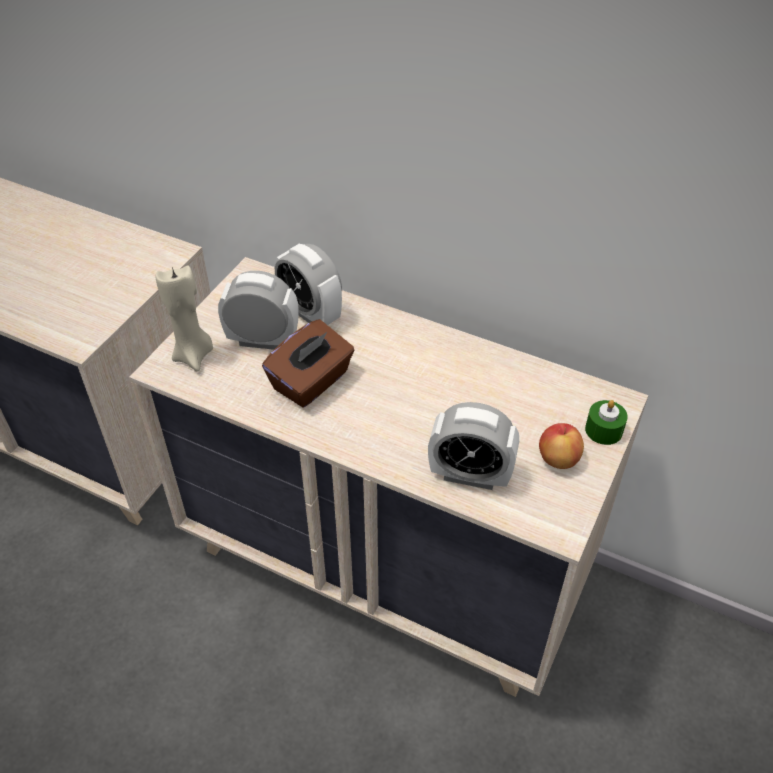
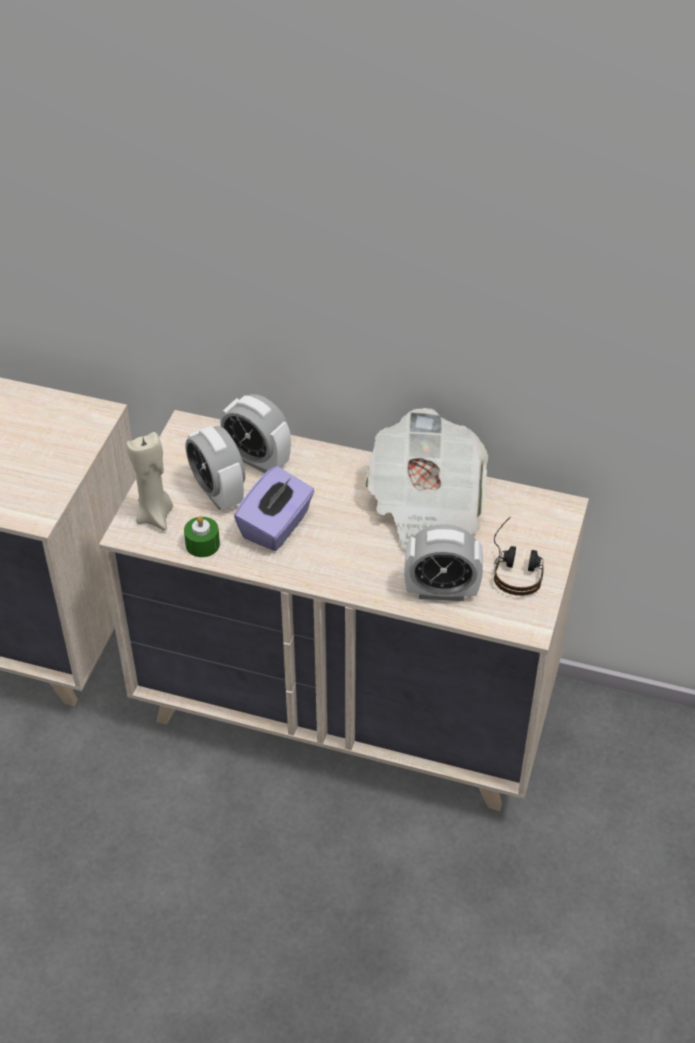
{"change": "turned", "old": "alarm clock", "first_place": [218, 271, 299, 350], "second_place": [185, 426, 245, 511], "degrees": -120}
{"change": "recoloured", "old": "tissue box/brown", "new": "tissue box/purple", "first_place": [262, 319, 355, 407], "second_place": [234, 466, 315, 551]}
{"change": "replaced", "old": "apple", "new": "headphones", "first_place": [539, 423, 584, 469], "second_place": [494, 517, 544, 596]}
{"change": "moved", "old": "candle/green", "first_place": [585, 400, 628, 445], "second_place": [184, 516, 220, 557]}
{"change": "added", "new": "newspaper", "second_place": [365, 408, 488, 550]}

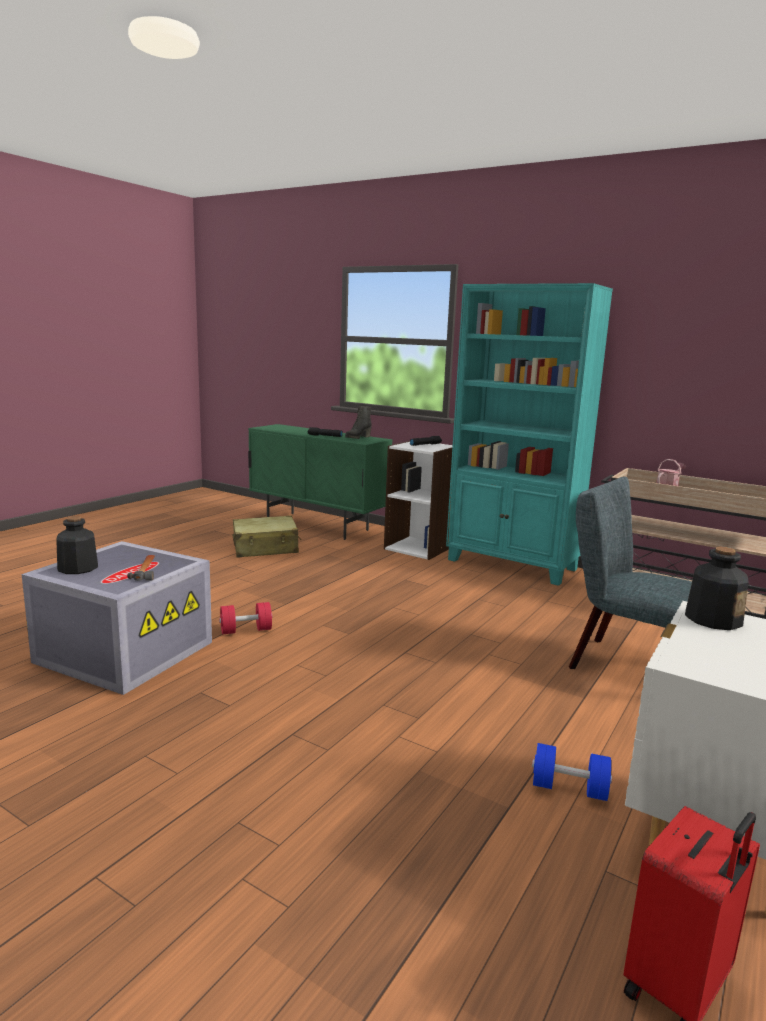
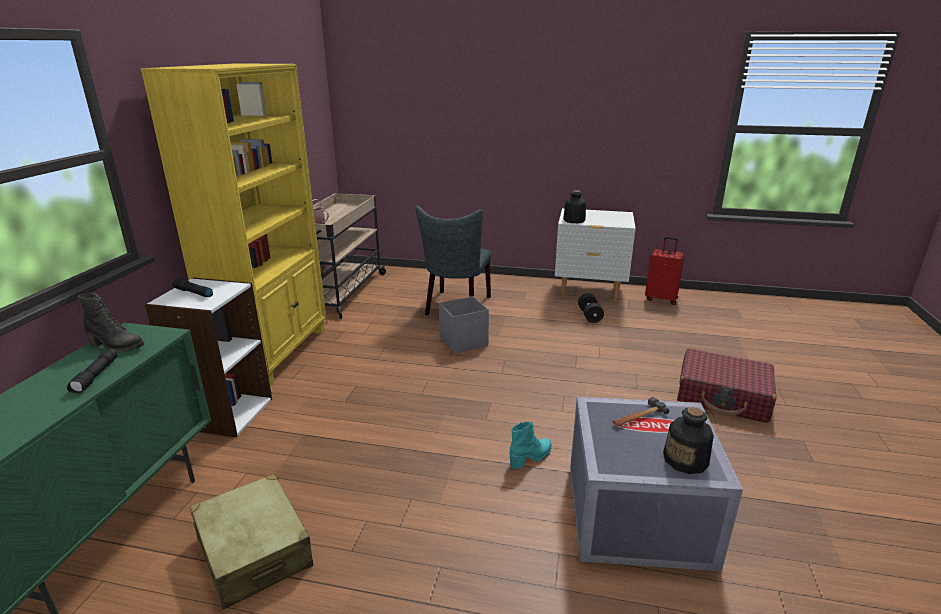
{"change": "replaced", "old": "dumbbell/red", "new": "boot/turquoise", "first_place": [219, 602, 272, 634], "second_place": [509, 422, 552, 469]}
{"change": "recoloured", "old": "bookcase/turquoise", "new": "bookcase/yellow", "first_place": [446, 283, 613, 586], "second_place": [140, 63, 326, 387]}
{"change": "recoloured", "old": "dumbbell/blue", "new": "dumbbell/black", "first_place": [532, 743, 612, 801], "second_place": [578, 293, 604, 323]}
{"change": "added", "new": "storage box/grey", "second_place": [439, 296, 489, 353]}
{"change": "added", "new": "suitcase/red", "second_place": [677, 348, 776, 423]}

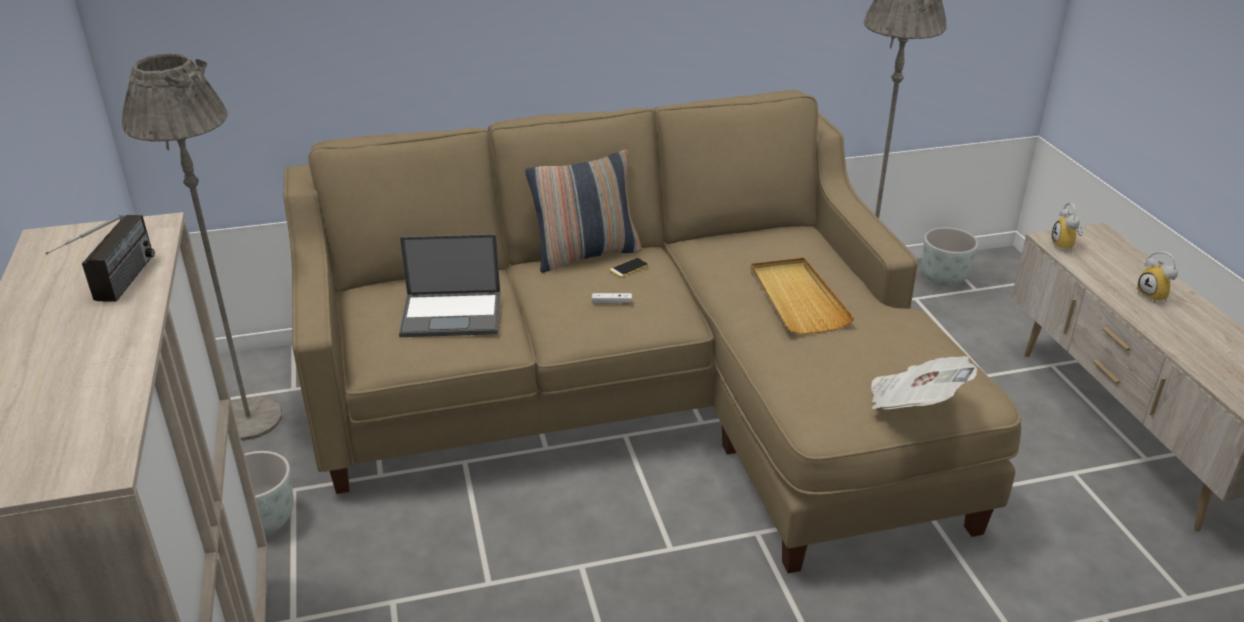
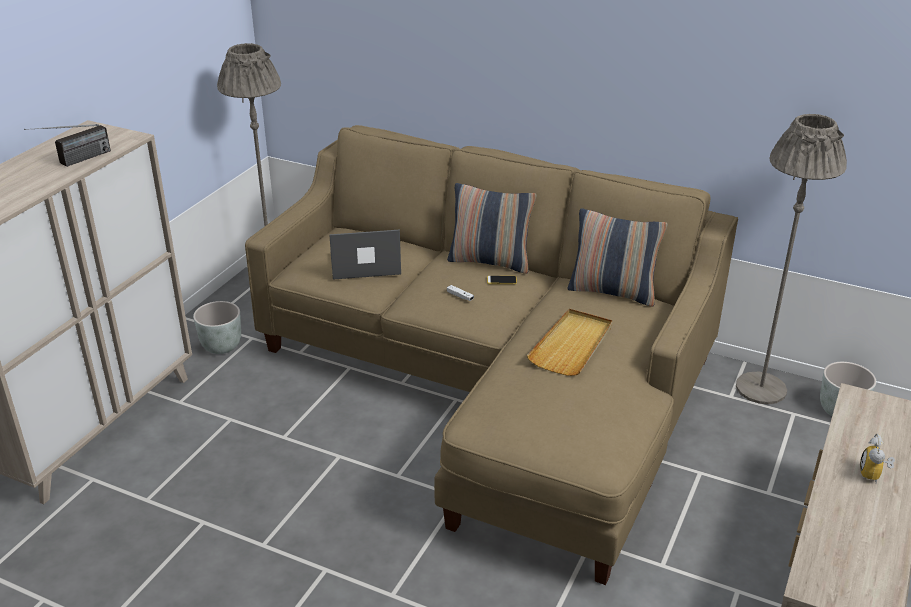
{"change": "turned", "old": "laptop", "first_place": [399, 234, 500, 337], "second_place": [329, 229, 401, 280], "degrees": 135}
{"change": "removed", "old": "newspaper", "first_place": [871, 356, 977, 409]}
{"change": "removed", "old": "alarm clock", "first_place": [1051, 203, 1085, 252]}
{"change": "added", "new": "pillow", "second_place": [567, 208, 667, 307]}

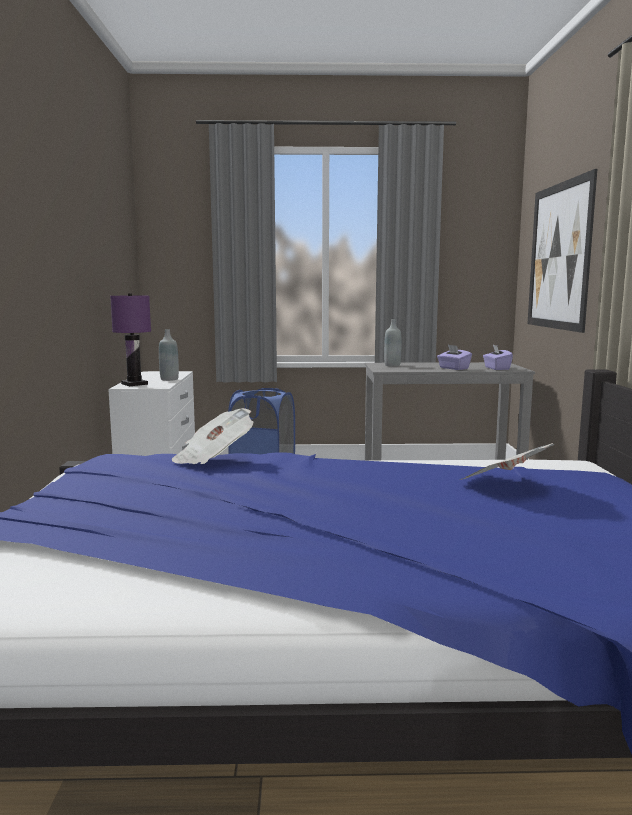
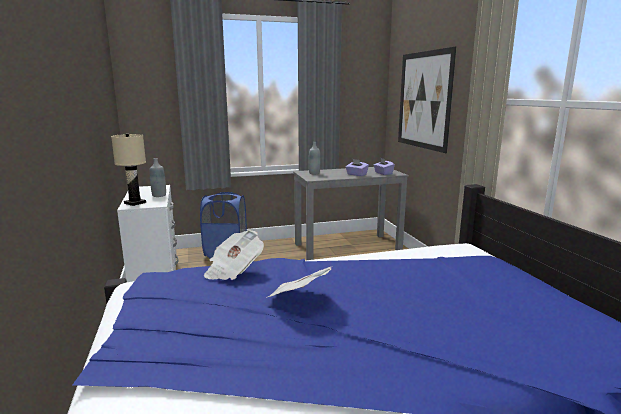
{"change": "recoloured", "old": "table lamp/purple", "new": "table lamp/beige", "first_place": [110, 294, 151, 386], "second_place": [111, 134, 146, 206]}
{"change": "moved", "old": "newspaper", "first_place": [460, 443, 554, 480], "second_place": [266, 266, 332, 298]}

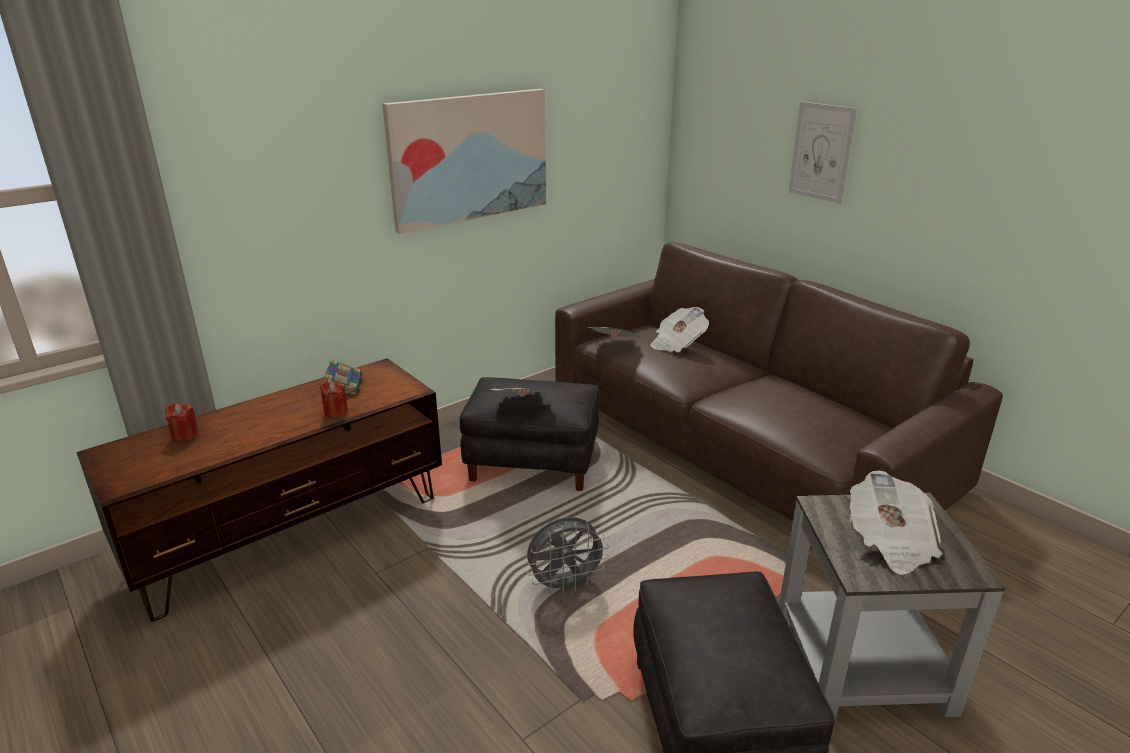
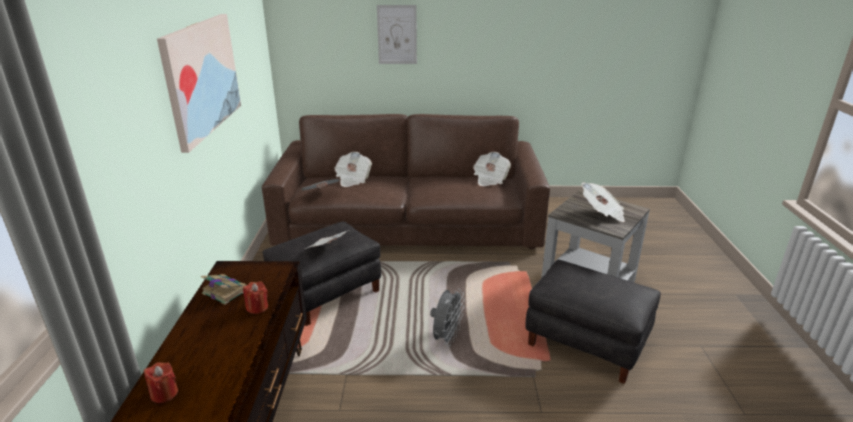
{"change": "added", "new": "newspaper", "second_place": [473, 152, 511, 186]}

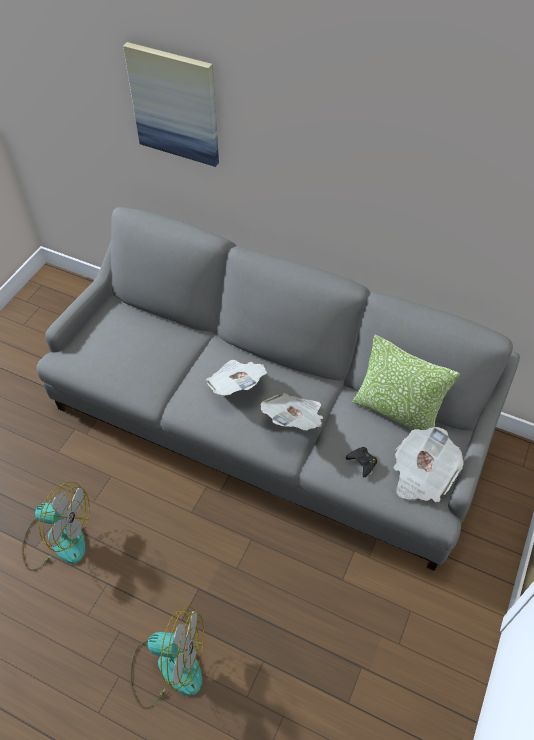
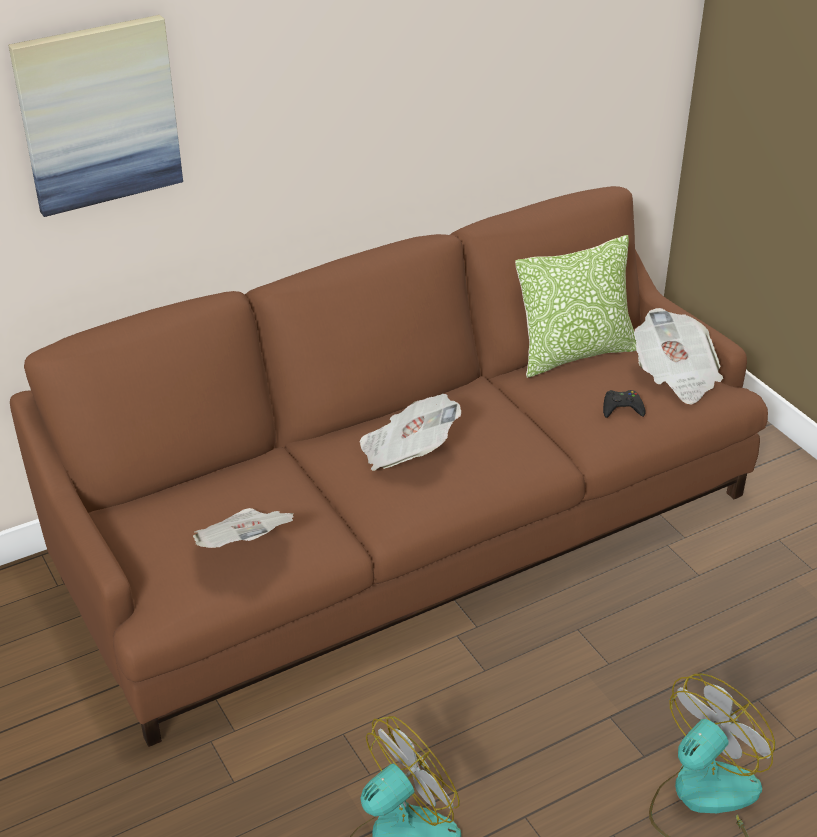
{"change": "recoloured", "old": "sofa/grey", "new": "sofa/brown", "first_place": [37, 207, 520, 571], "second_place": [10, 186, 768, 747]}
{"change": "moved", "old": "newspaper", "first_place": [261, 393, 323, 430], "second_place": [193, 508, 294, 548]}

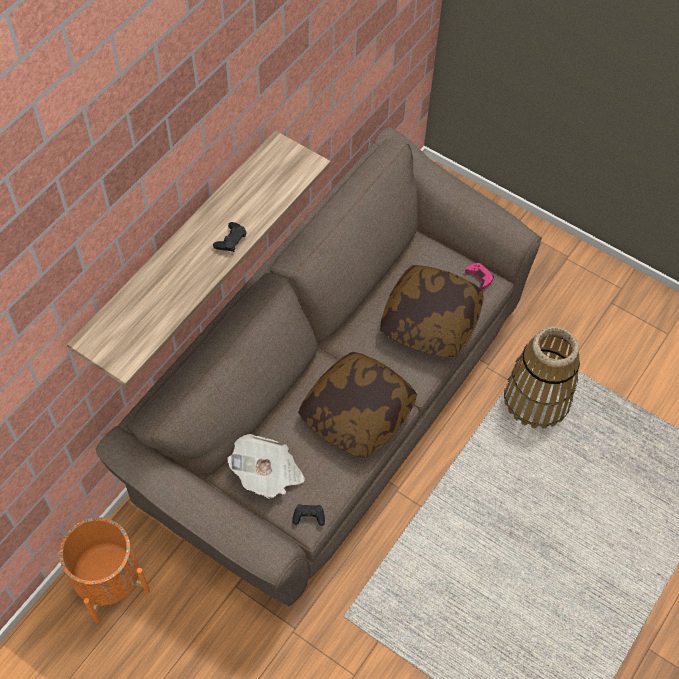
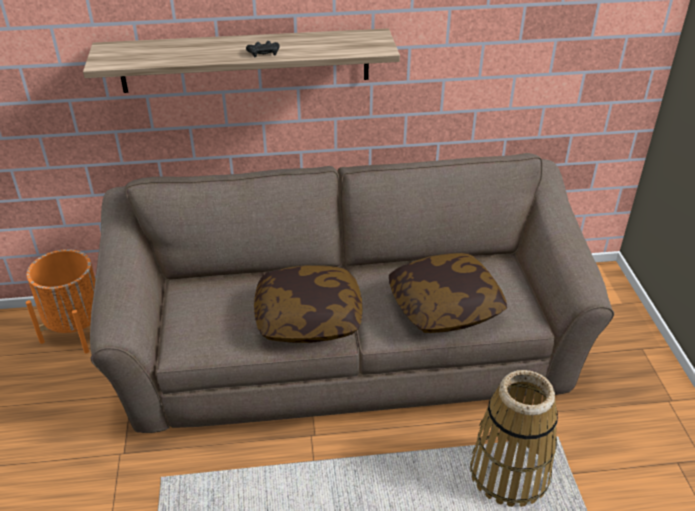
{"change": "removed", "old": "newspaper", "first_place": [227, 434, 305, 499]}
{"change": "removed", "old": "game controller/black", "first_place": [292, 504, 325, 526]}
{"change": "removed", "old": "game controller/pink", "first_place": [465, 263, 494, 289]}

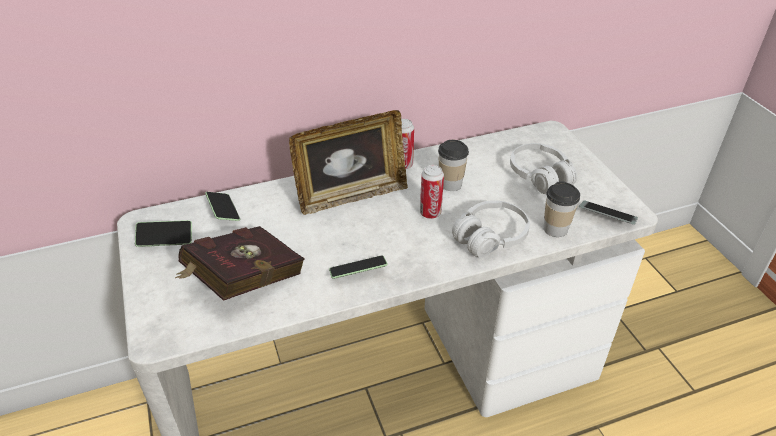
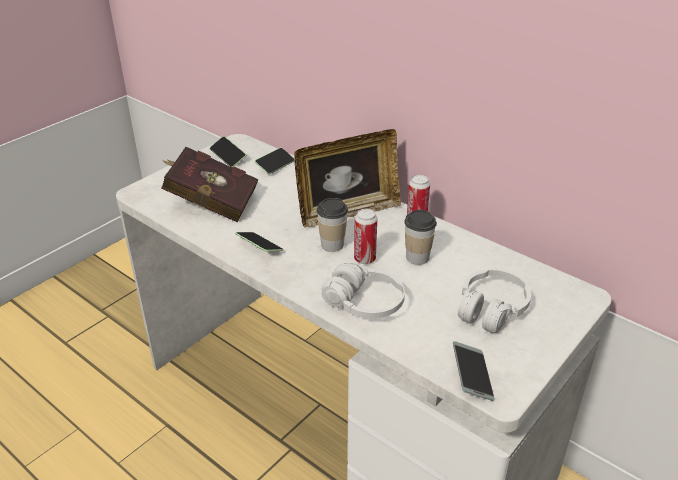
{"change": "turned", "old": "picture frame", "first_place": [289, 110, 408, 215], "second_place": [294, 129, 401, 228], "degrees": -60}
{"change": "moved", "old": "cup", "first_place": [543, 181, 580, 237], "second_place": [317, 198, 348, 252]}

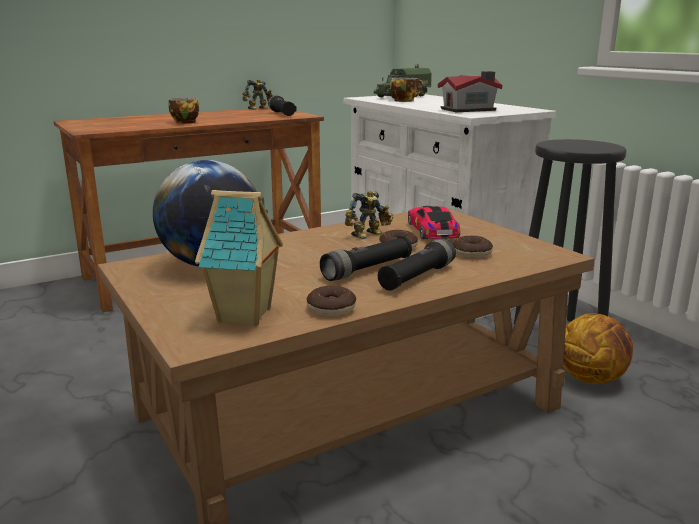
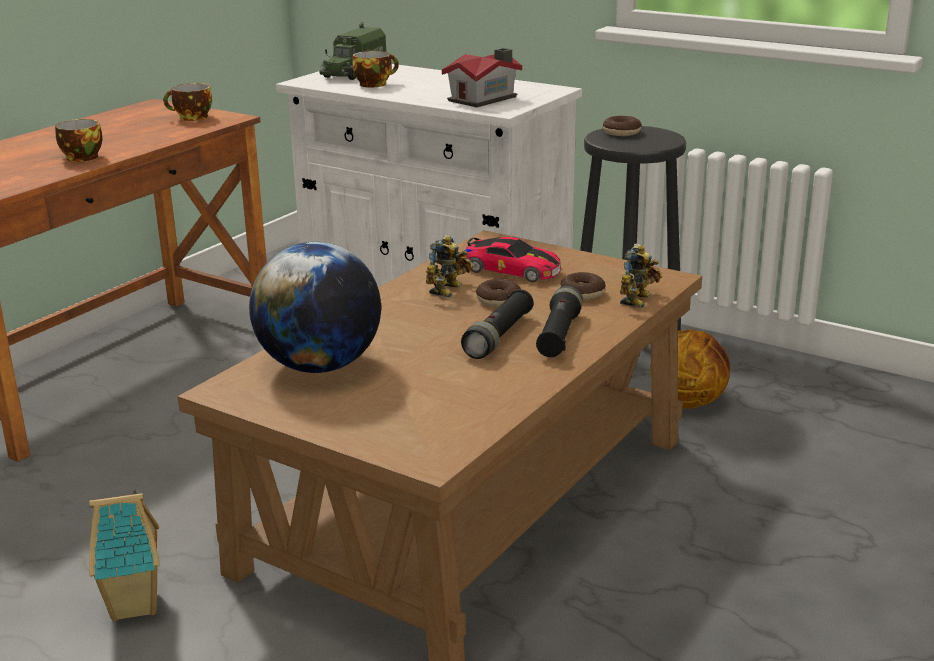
{"change": "moved", "old": "toy house", "first_place": [195, 190, 283, 326], "second_place": [89, 489, 160, 621]}
{"change": "moved", "old": "toy robot", "first_place": [243, 79, 274, 110], "second_place": [620, 243, 662, 308]}
{"change": "replaced", "old": "flashlight/black", "new": "cup", "first_place": [268, 95, 296, 116], "second_place": [163, 83, 212, 121]}
{"change": "moved", "old": "donut", "first_place": [307, 286, 356, 316], "second_place": [603, 116, 642, 136]}
{"change": "turned", "old": "toy car", "first_place": [408, 206, 460, 239], "second_place": [463, 237, 561, 283], "degrees": 150}

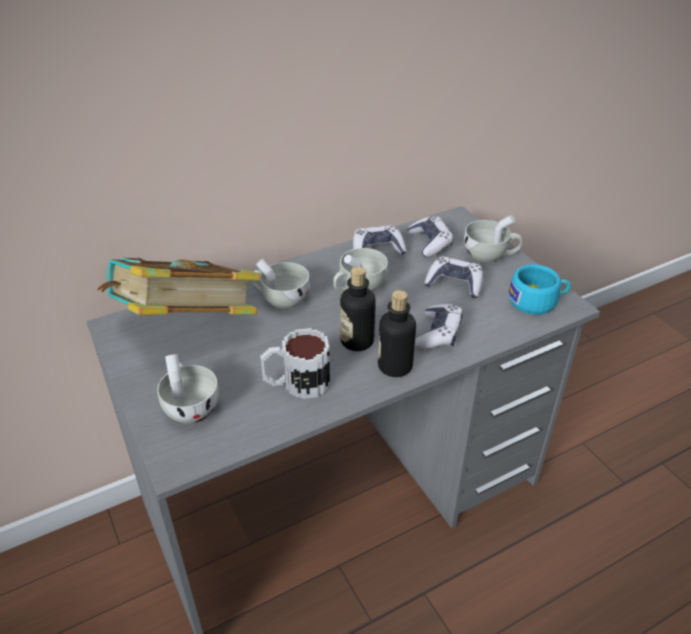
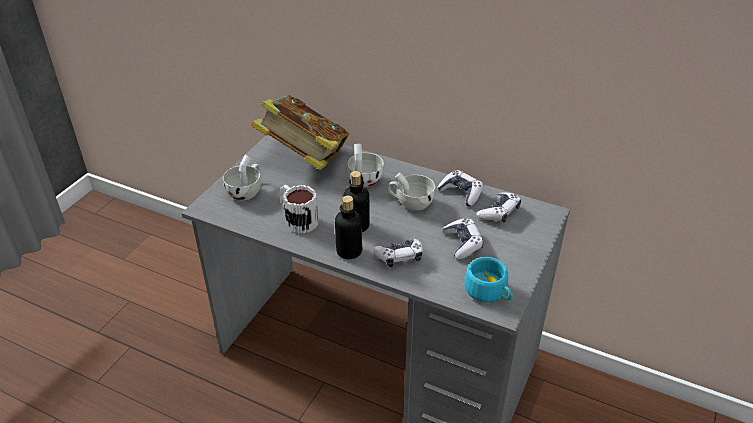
{"change": "removed", "old": "cup/white", "first_place": [464, 215, 522, 262]}

